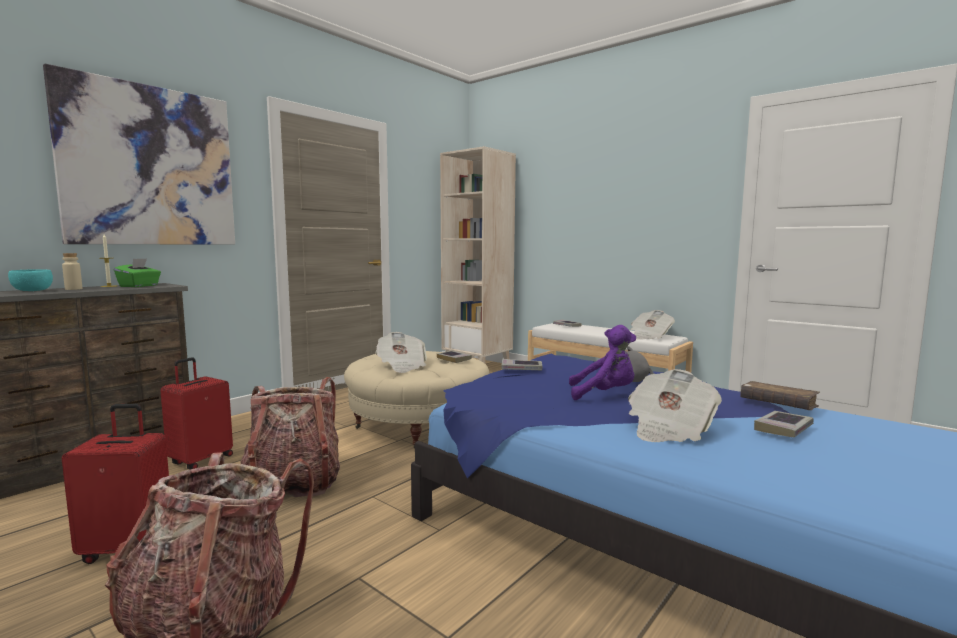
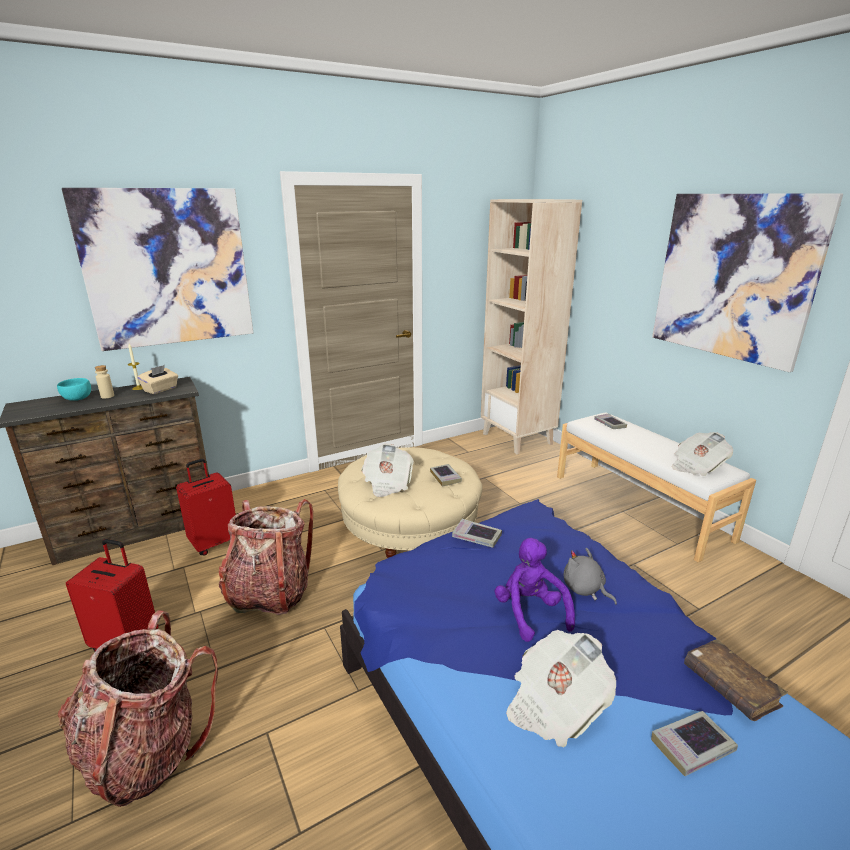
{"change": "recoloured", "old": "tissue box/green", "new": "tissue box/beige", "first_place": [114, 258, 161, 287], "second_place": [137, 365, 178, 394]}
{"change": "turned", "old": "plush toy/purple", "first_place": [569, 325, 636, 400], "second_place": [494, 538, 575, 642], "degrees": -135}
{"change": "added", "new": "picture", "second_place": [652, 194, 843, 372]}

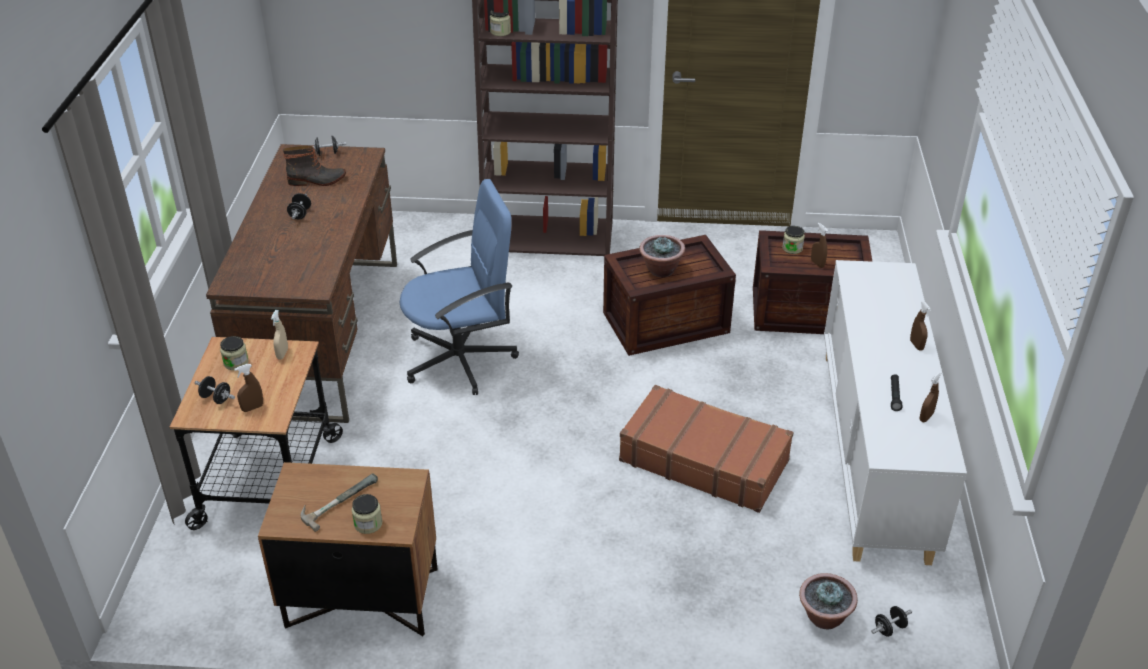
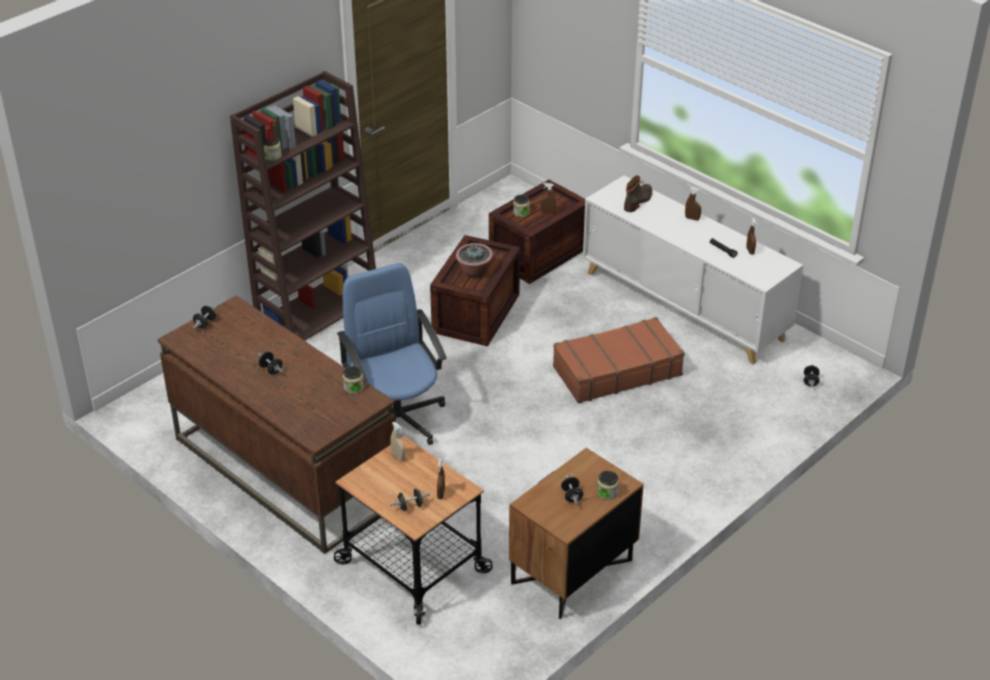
{"change": "moved", "old": "jar", "first_place": [220, 336, 249, 370], "second_place": [343, 366, 364, 394]}
{"change": "moved", "old": "boot", "first_place": [283, 146, 346, 186], "second_place": [624, 175, 652, 212]}
{"change": "replaced", "old": "hammer", "new": "dumbbell/black", "first_place": [301, 474, 378, 532], "second_place": [561, 475, 583, 505]}
{"change": "turned", "old": "office chair/blue", "first_place": [400, 179, 519, 395], "second_place": [337, 263, 447, 445], "degrees": -45}
{"change": "removed", "old": "potted plant", "first_place": [799, 573, 858, 629]}

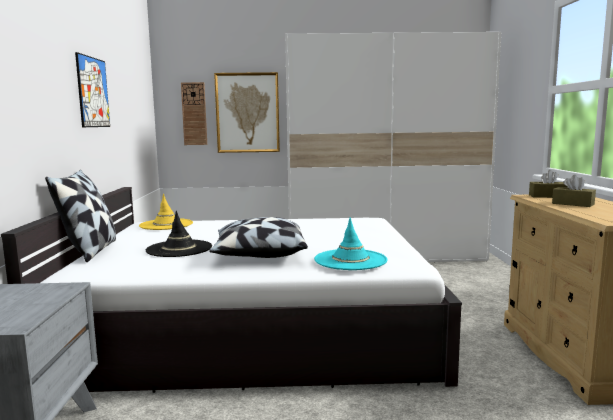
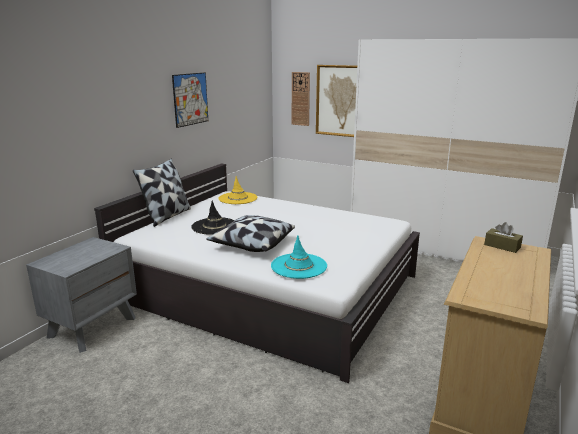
{"change": "removed", "old": "tissue box/brown", "first_place": [552, 175, 596, 207]}

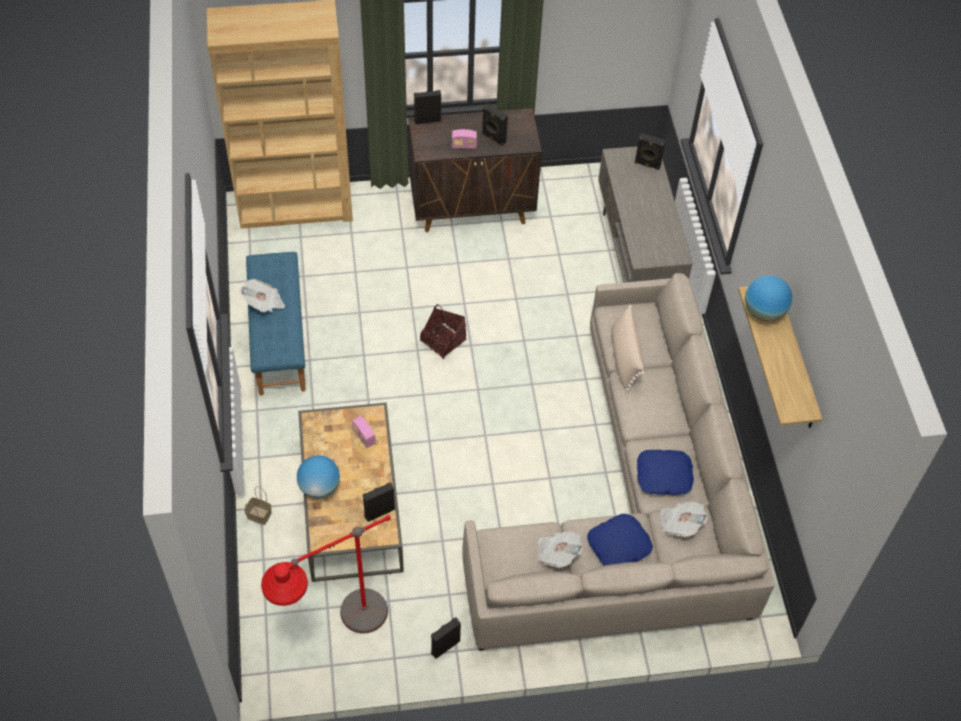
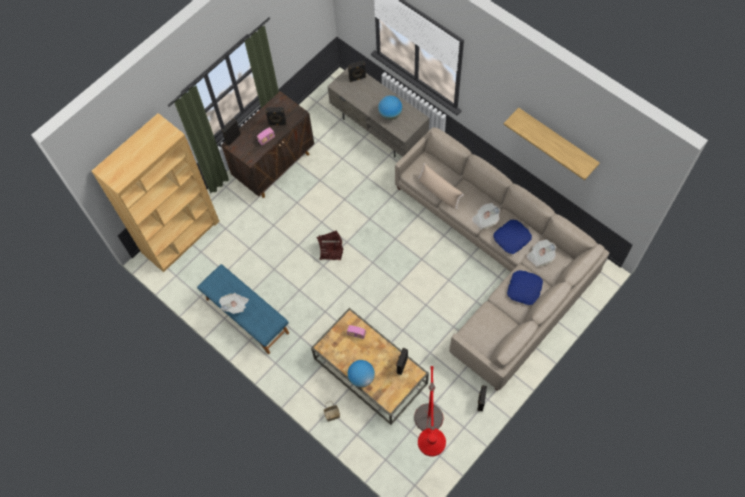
{"change": "moved", "old": "newspaper", "first_place": [537, 531, 583, 568], "second_place": [472, 203, 500, 230]}
{"change": "moved", "old": "globe", "first_place": [745, 275, 792, 321], "second_place": [378, 95, 402, 120]}

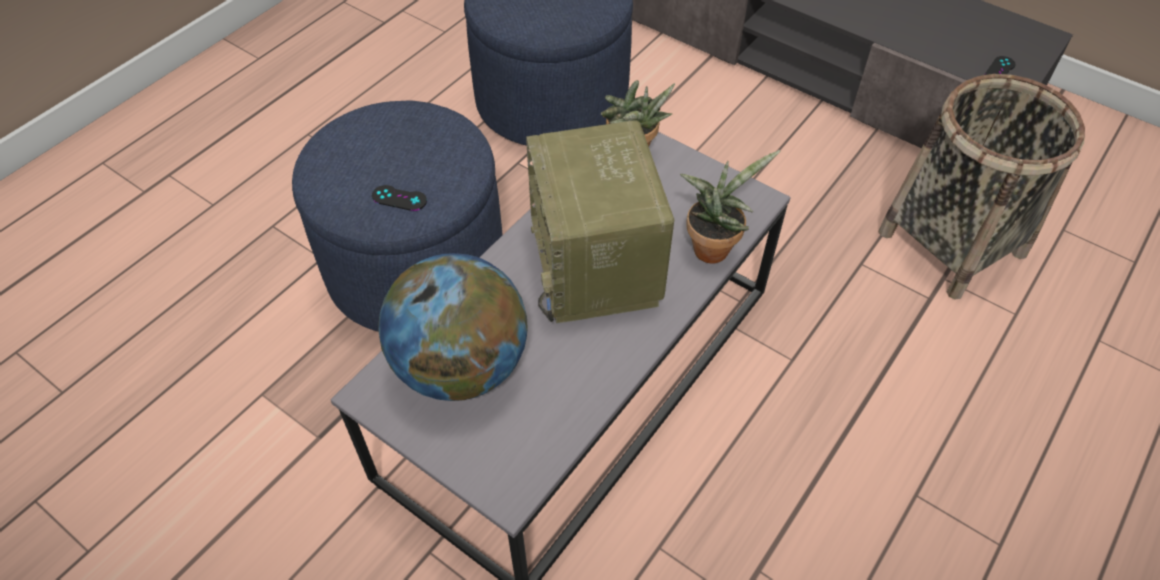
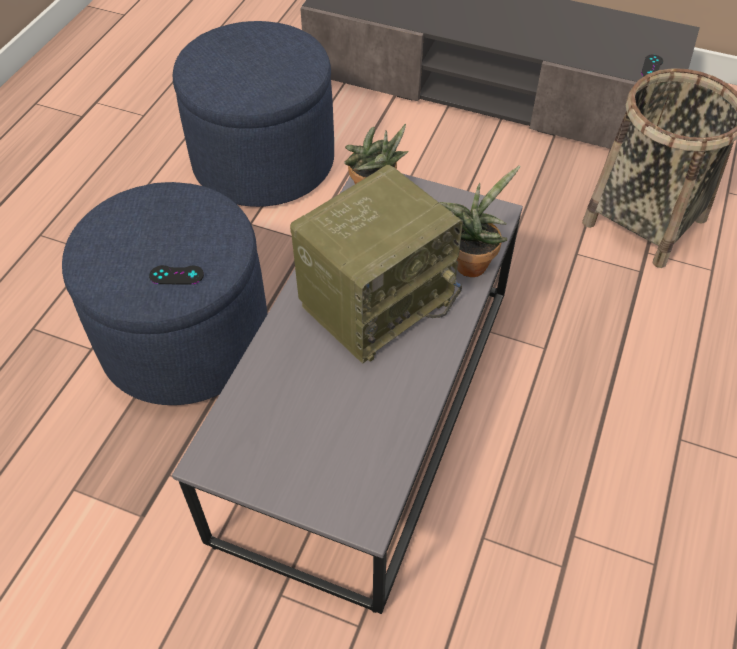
{"change": "removed", "old": "globe", "first_place": [378, 253, 528, 401]}
{"change": "turned", "old": "radio", "first_place": [526, 120, 674, 324], "second_place": [290, 165, 463, 364], "degrees": -105}

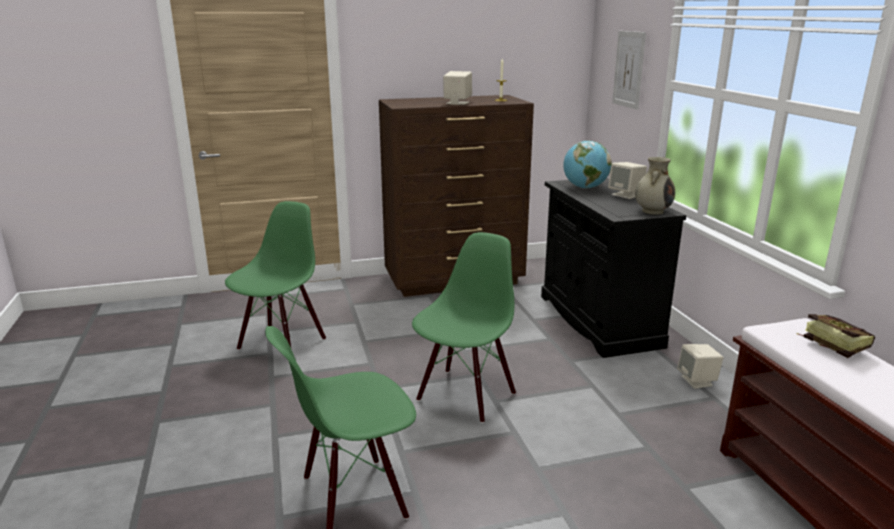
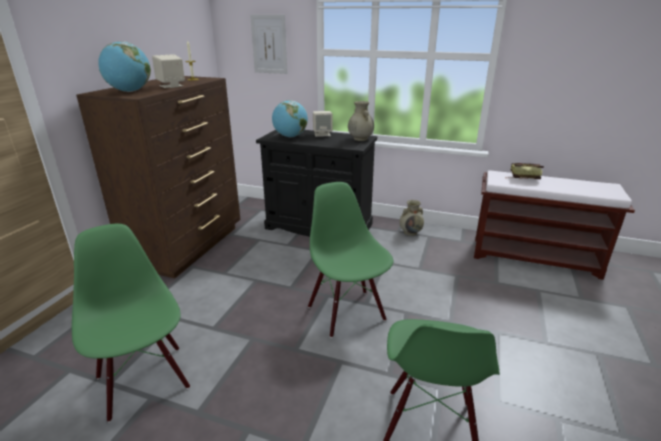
{"change": "replaced", "old": "speaker/beige", "new": "vase/beige", "first_place": [677, 344, 723, 389], "second_place": [399, 200, 424, 236]}
{"change": "added", "new": "globe", "second_place": [98, 41, 151, 92]}

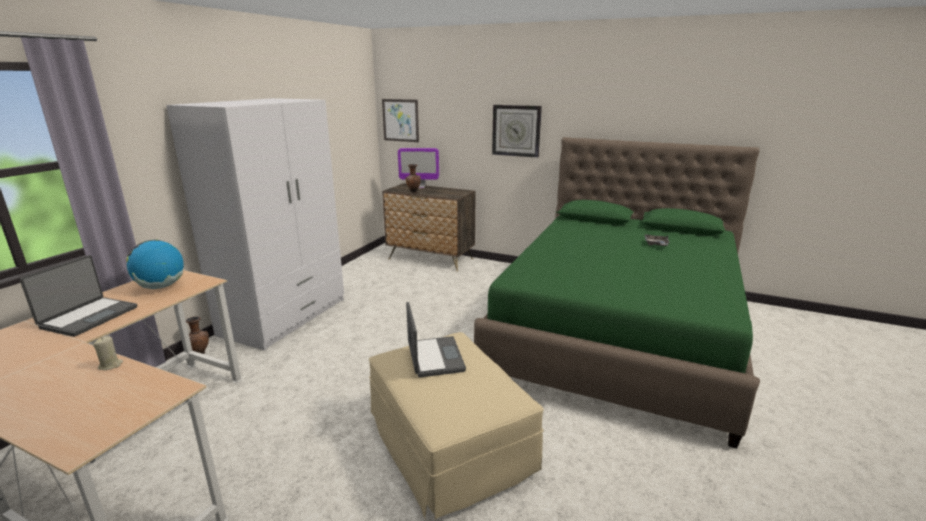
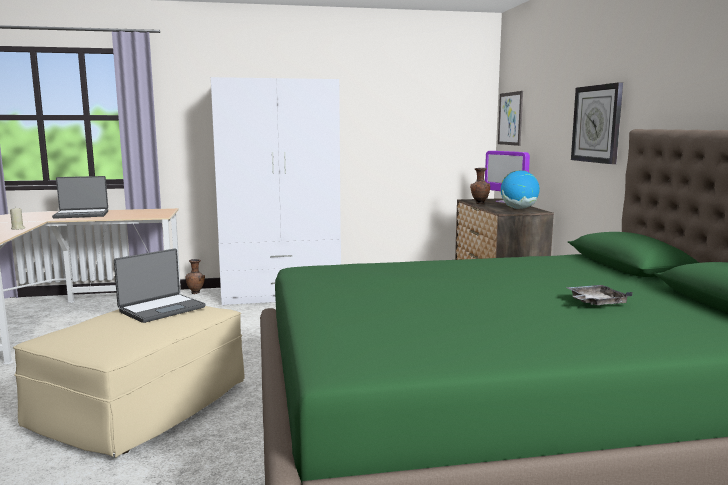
{"change": "moved", "old": "globe", "first_place": [127, 240, 184, 289], "second_place": [501, 170, 540, 209]}

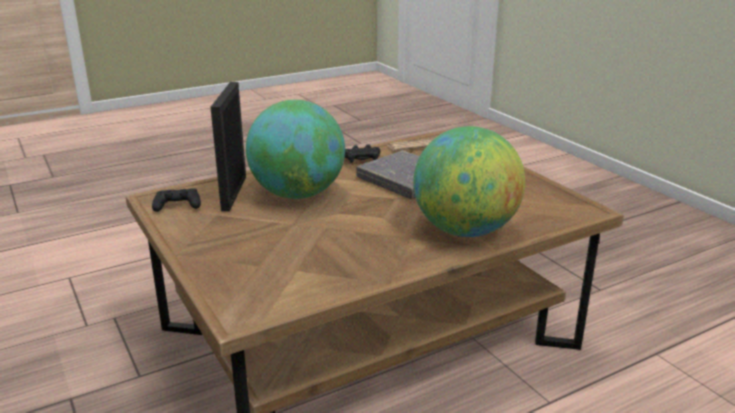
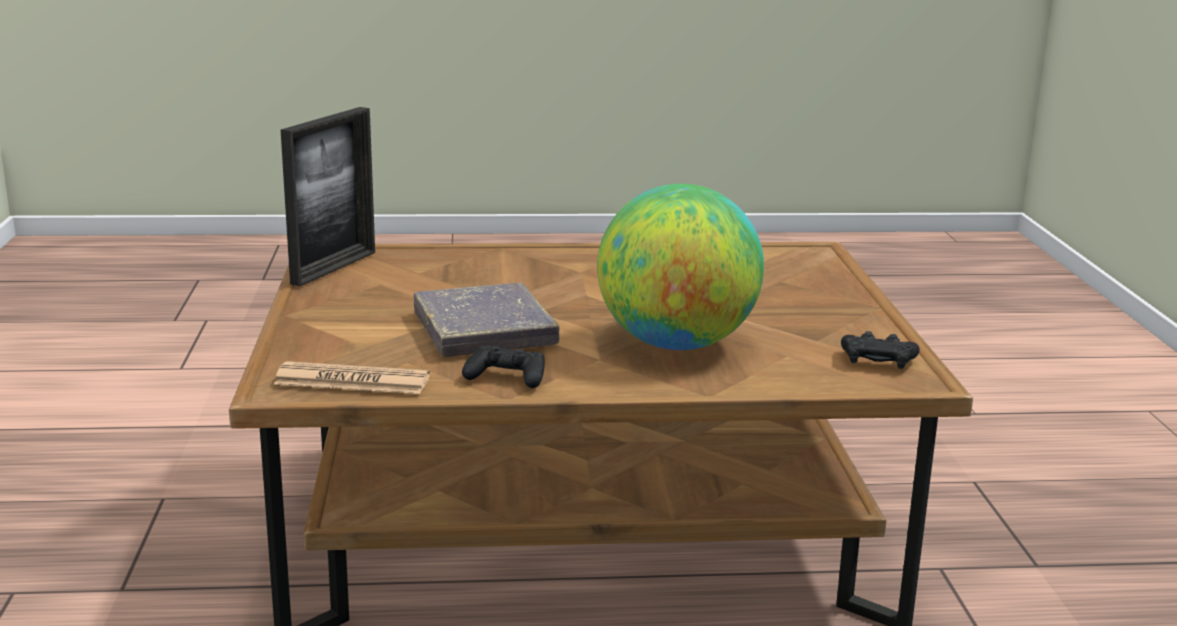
{"change": "moved", "old": "picture frame", "first_place": [210, 82, 246, 211], "second_place": [281, 107, 375, 286]}
{"change": "removed", "old": "globe", "first_place": [413, 126, 525, 237]}

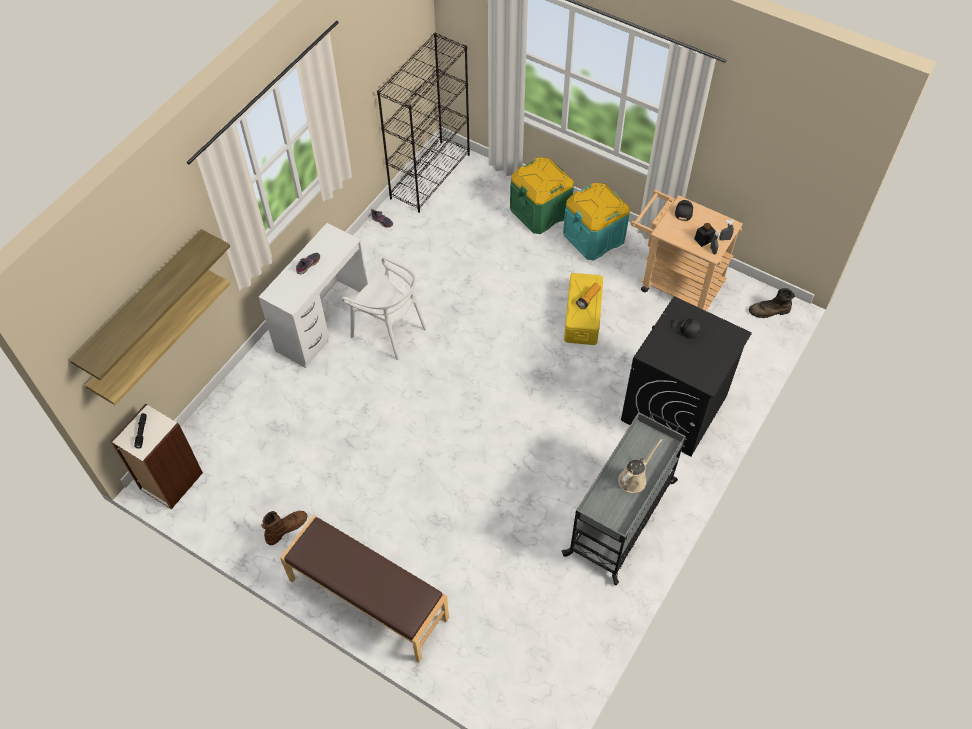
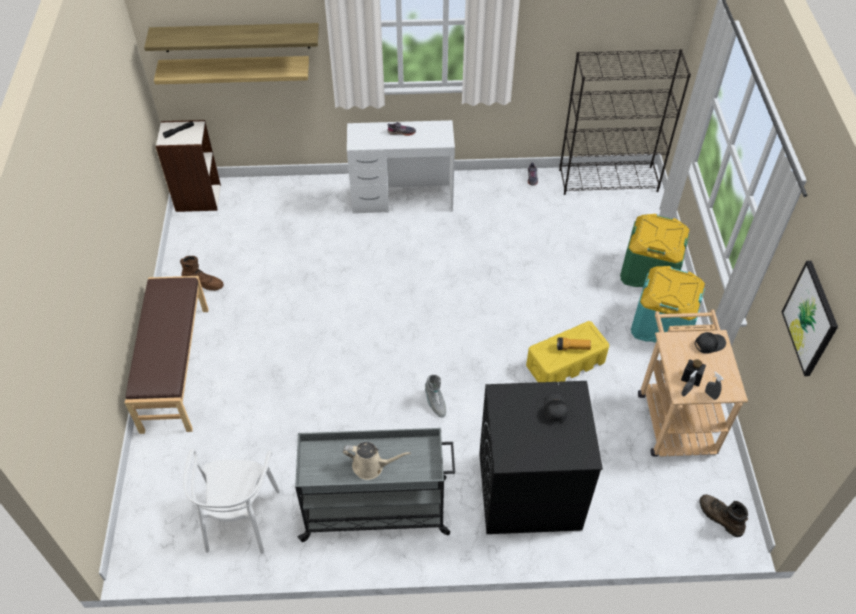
{"change": "moved", "old": "chair/white", "first_place": [342, 256, 427, 360], "second_place": [183, 449, 280, 554]}
{"change": "added", "new": "boot/grey", "second_place": [425, 374, 446, 417]}
{"change": "added", "new": "picture", "second_place": [781, 261, 838, 376]}

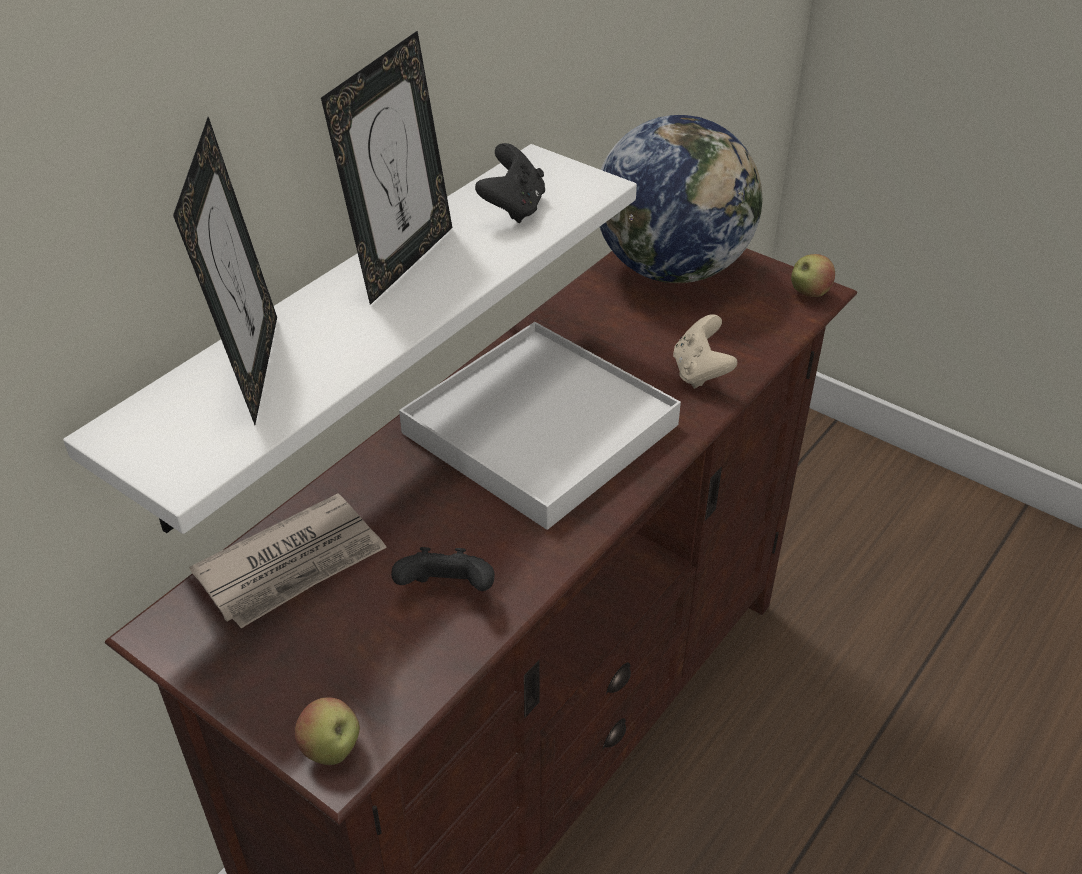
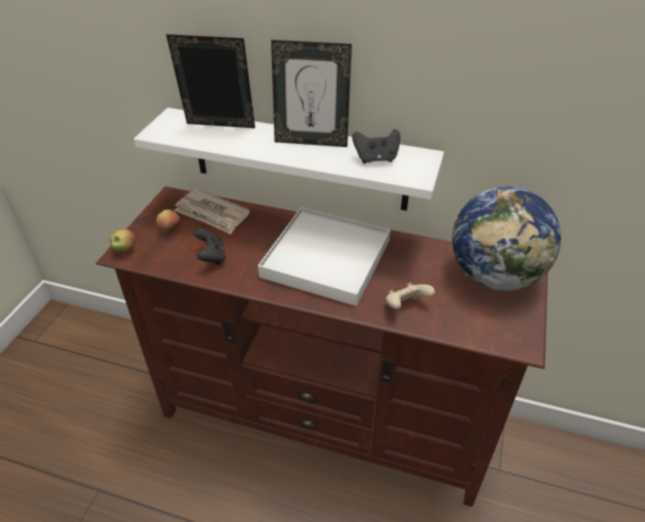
{"change": "turned", "old": "picture frame", "first_place": [173, 117, 277, 425], "second_place": [166, 34, 255, 128], "degrees": -150}
{"change": "moved", "old": "apple", "first_place": [791, 254, 835, 297], "second_place": [156, 209, 181, 233]}

